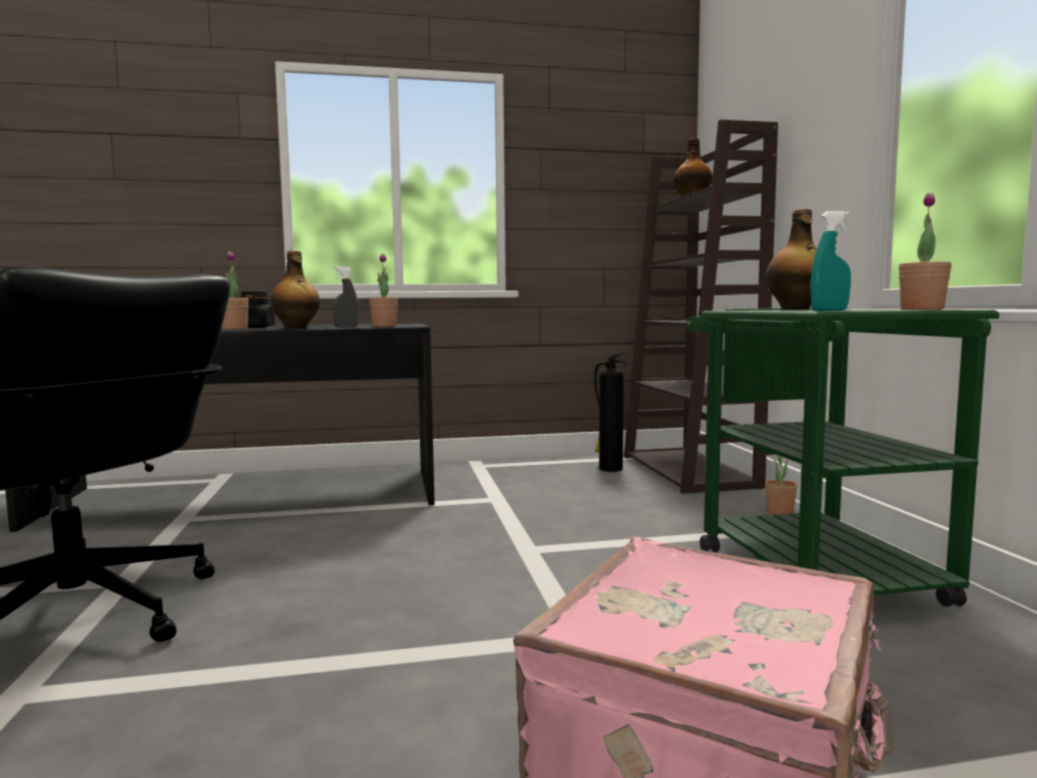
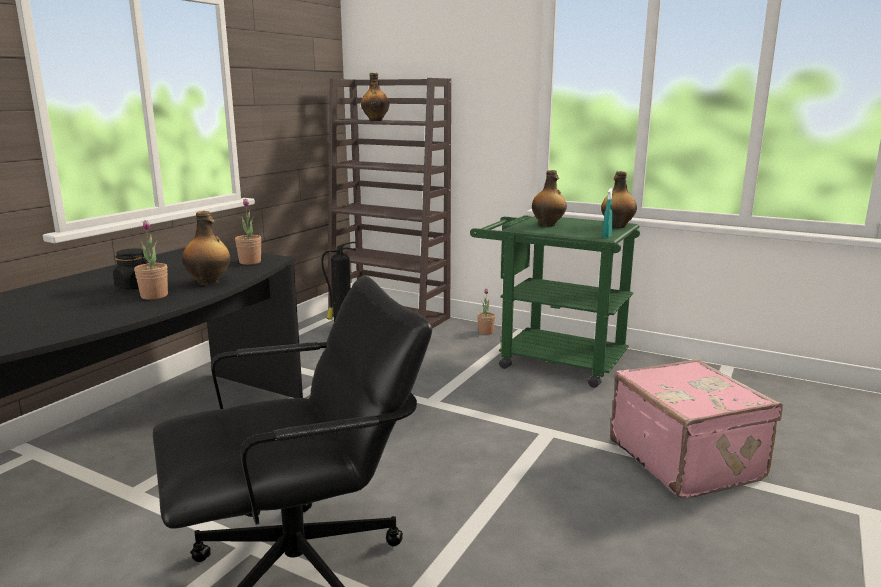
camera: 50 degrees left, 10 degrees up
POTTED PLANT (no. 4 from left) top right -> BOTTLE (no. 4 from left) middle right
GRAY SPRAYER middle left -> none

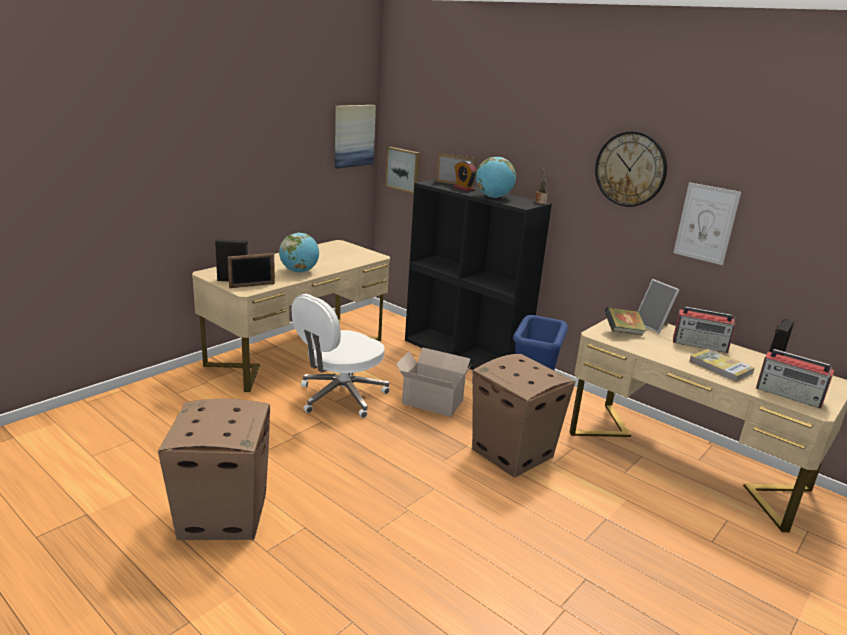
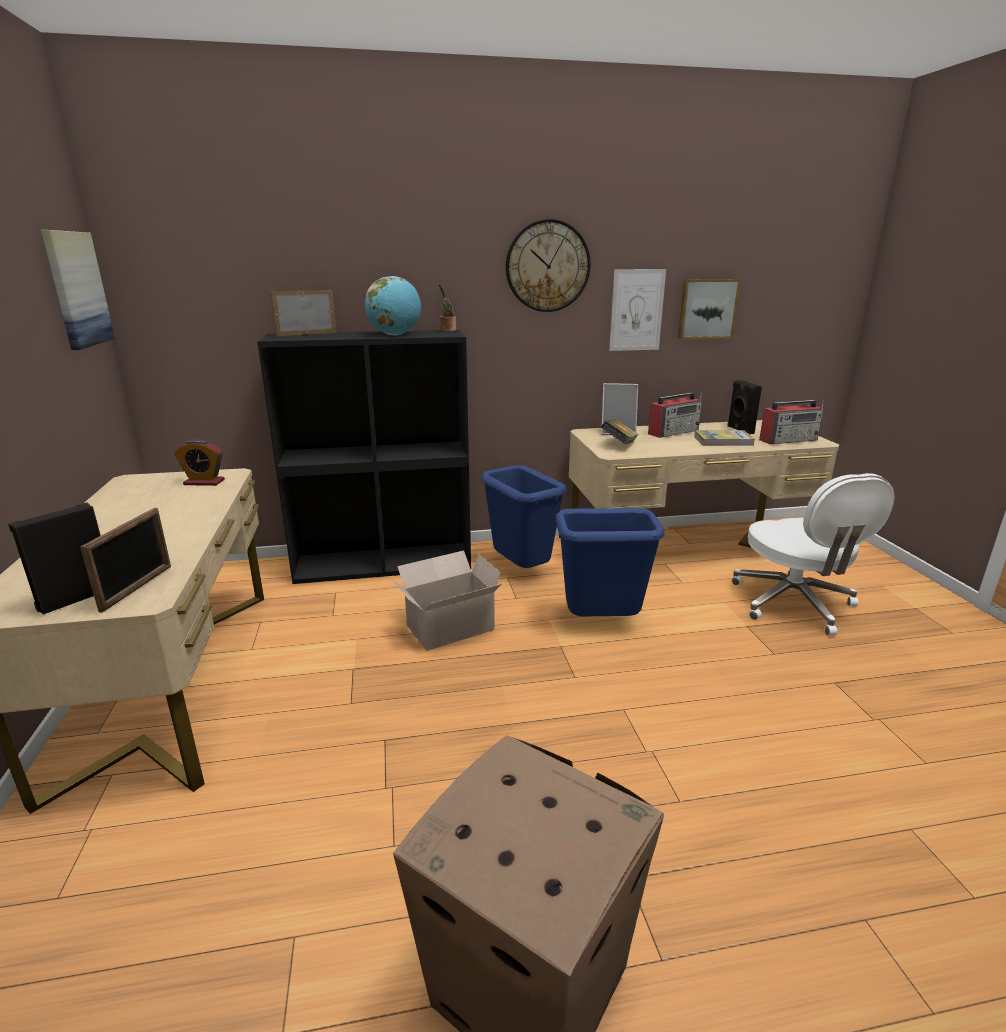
camera: 50 degrees left, 0 degrees up
WALL PICTURE (no. 2 from left in the first image) top centre -> WALL PICTURE (no. 3 from left) top right, relocated
TABLE CLOCK top centre -> TABLE CLOCK middle left, relocated
DESK GLOBE (no. 1 from left) centre -> none
WHITISH DESK CHAIR centre -> WHITISH DESK CHAIR middle right, relocated
CARTON (no. 3 from left) centre -> BLUE TRASH CAN (no. 2 from left) centre

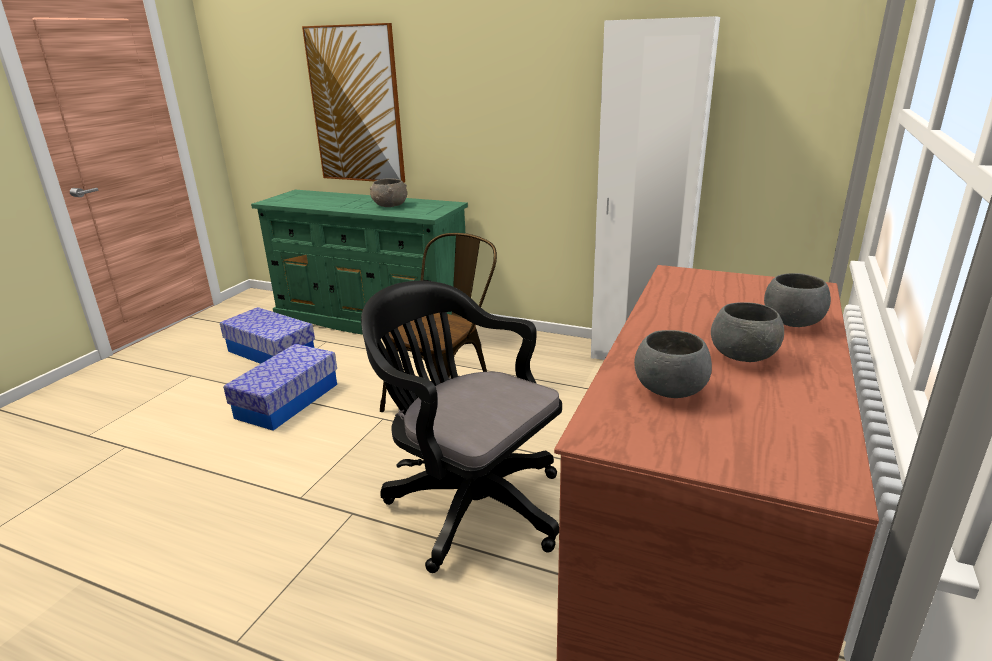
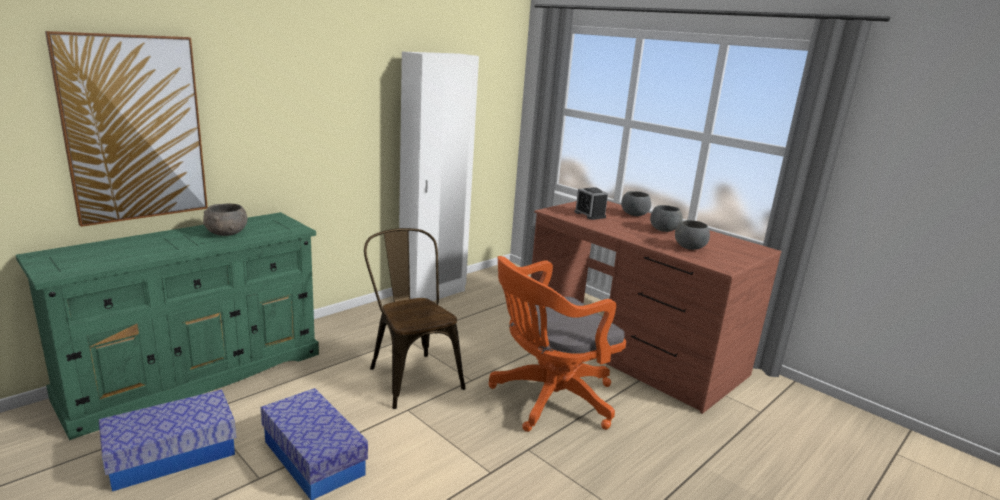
camera: 70 degrees left, 5 degrees down
BLACK-COLOURED DESK CHAIR centre -> ORANGE DESK CHAIR bottom centre
none -> TABLE CLOCK centre

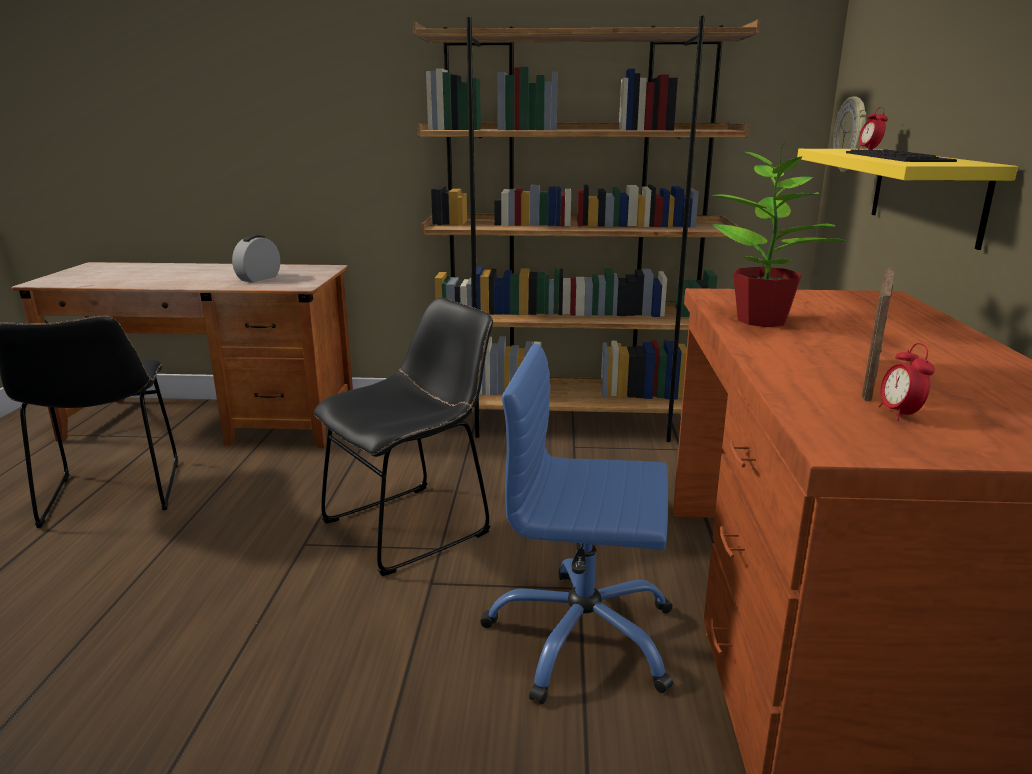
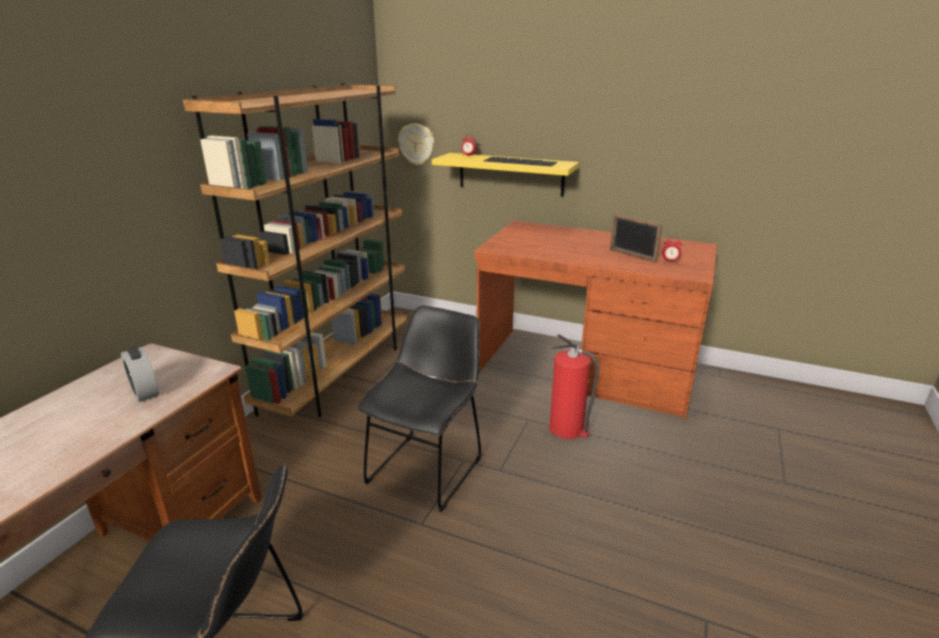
camera: 70 degrees left, 5 degrees up
POTTED PLANT top right -> none
BLACK-COLOURED UPRIGHT CHAIR (no. 2 from left) centre, 45 degrees clockwise
BLUE DESK CHAIR bottom centre -> FIRE EXTINGUISHER centre

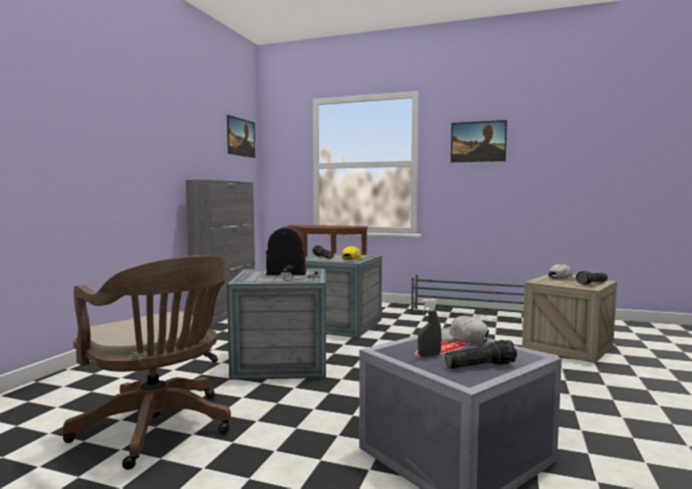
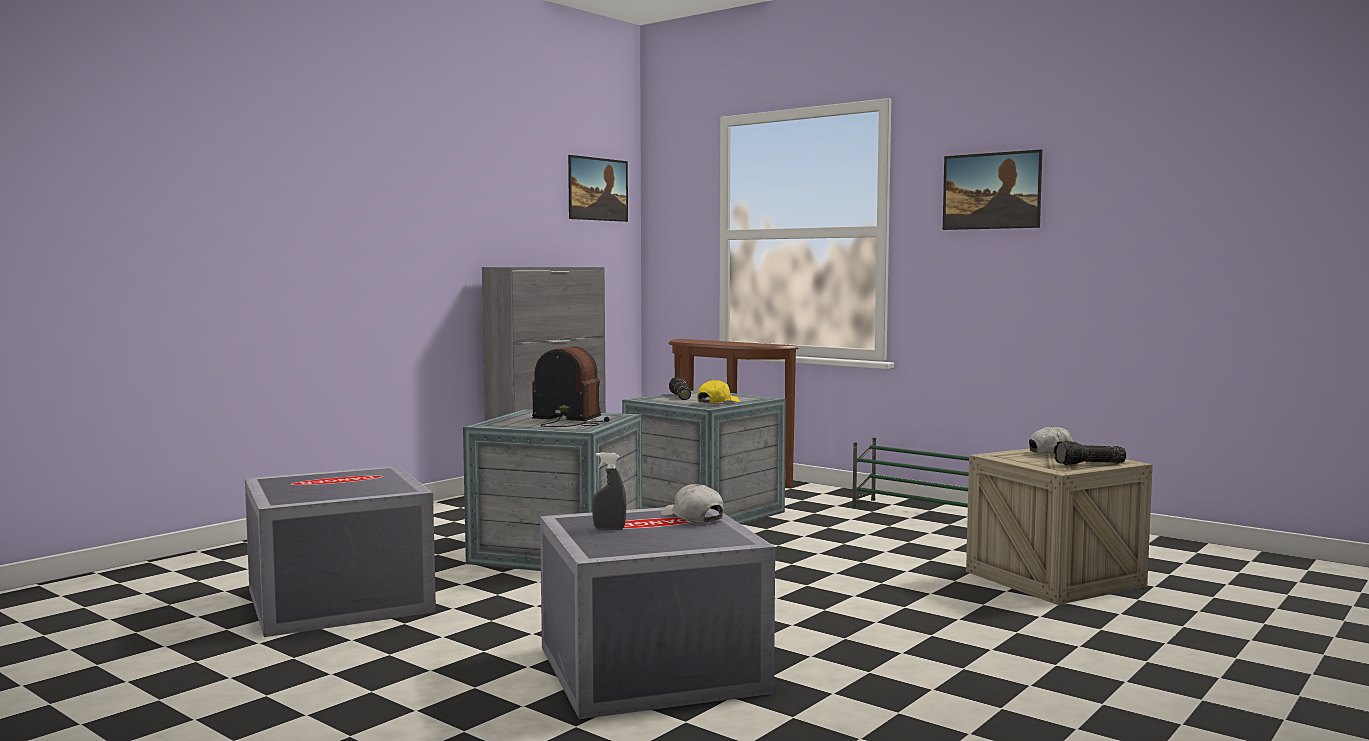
camera: 20 degrees right, 0 degrees up
BROWN-COLOURED DESK CHAIR bottom left -> GRAY STORAGE BOX (no. 1 from left) bottom left
FLASHLIGHT (no. 2 from left) bottom right -> none

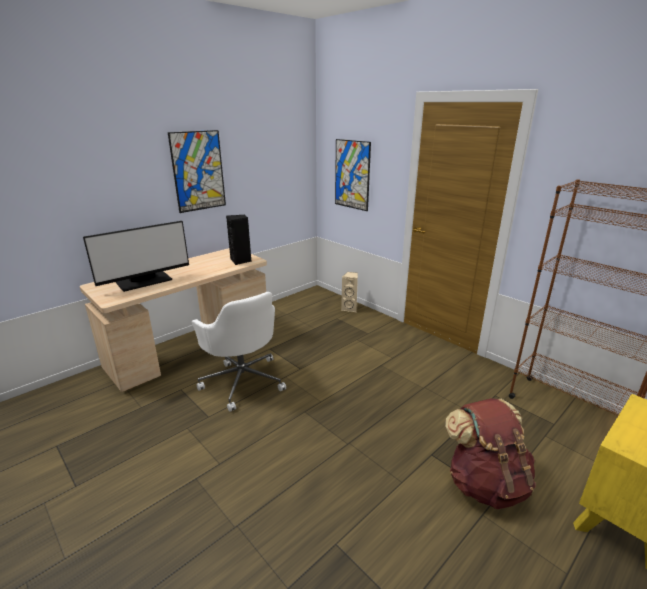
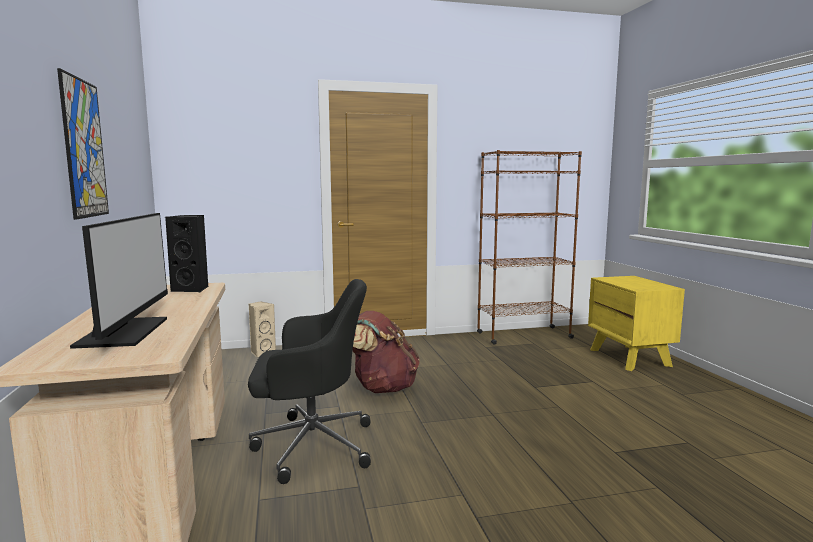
camera: 60 degrees left, 15 degrees down
WALL PICTURE (no. 2 from left) top centre -> none
WHITISH DESK CHAIR centre -> BLACK-COLOURED DESK CHAIR bottom centre
BROWN-COLOURED BACKPACK bottom right -> BROWN-COLOURED BACKPACK centre, relocated

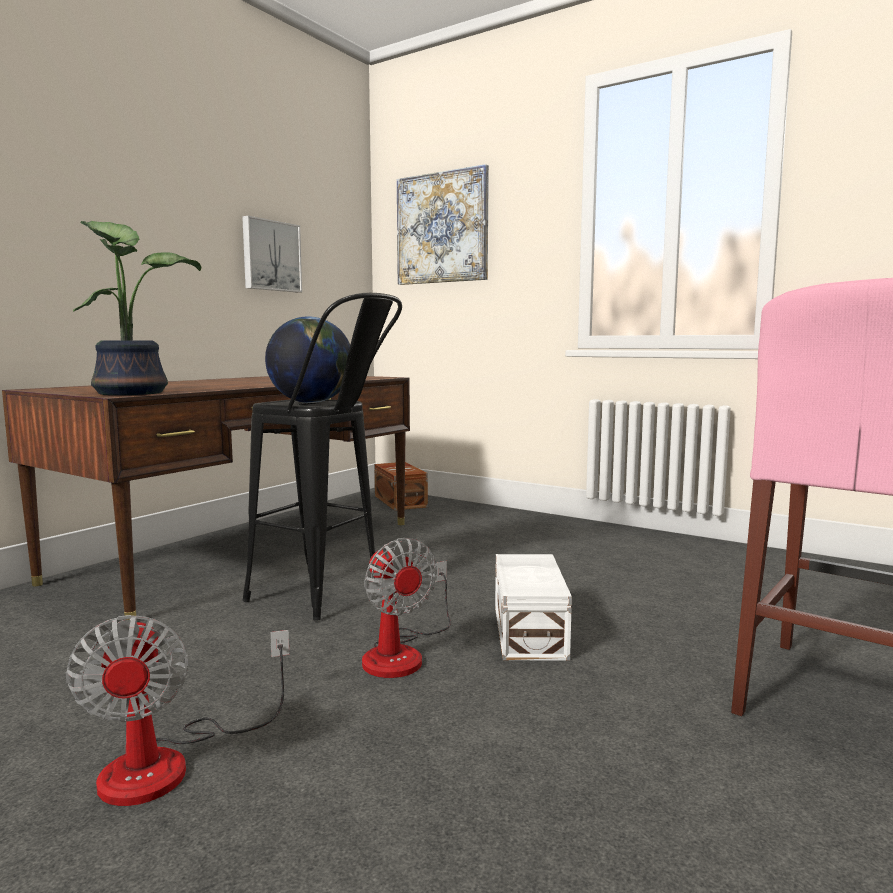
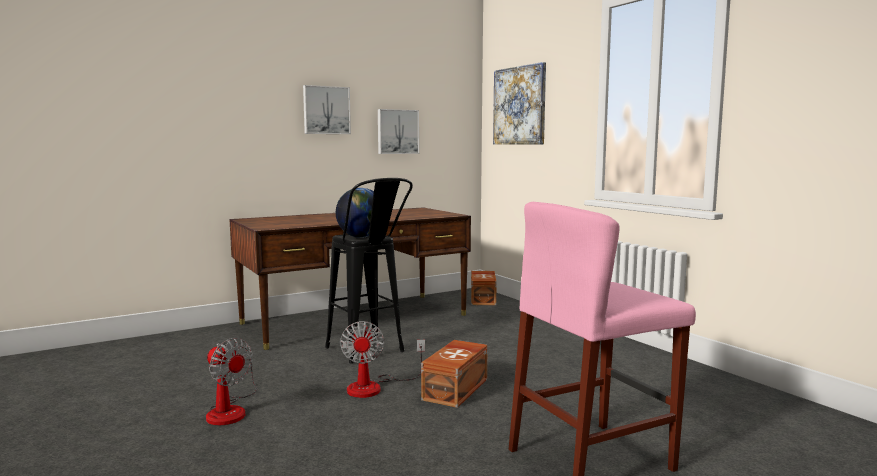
camera: 25 degrees right, 0 degrees up
POTTED PLANT middle left -> none
WHITISH STORAGE BOX bottom centre -> BROWN-COLOURED STORAGE BOX (no. 1 from left) bottom centre
COOLING FAN (no. 1 from left) bottom left, 60 degrees counterclockwise
none -> WALL PICTURE (no. 1 from left) top centre

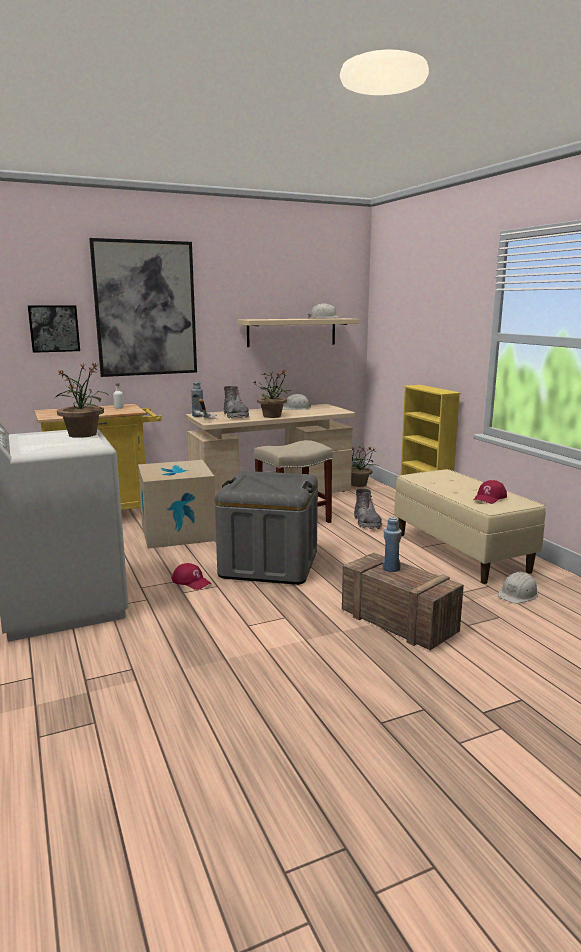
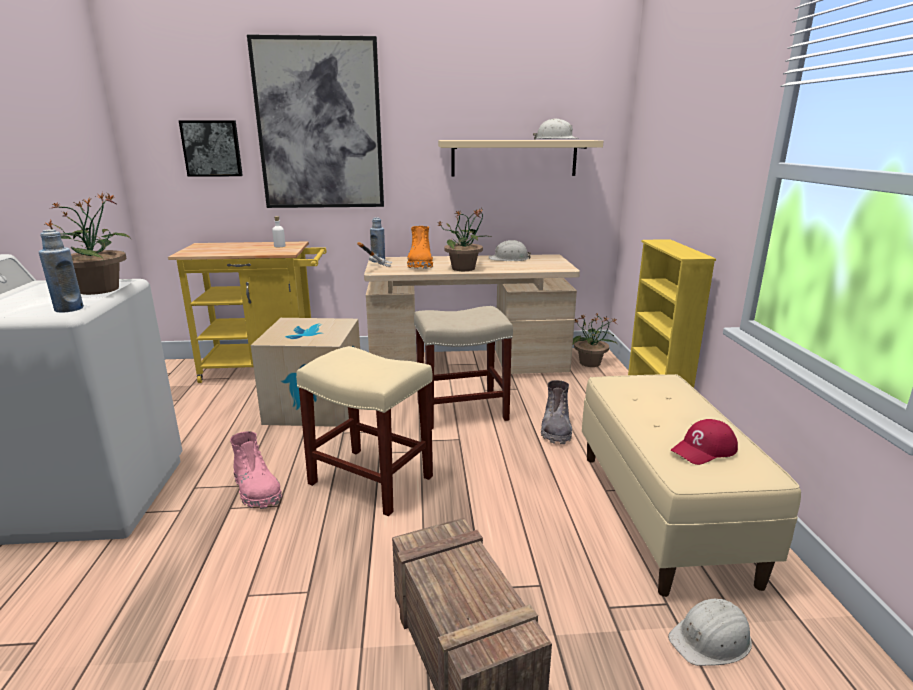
camera: 20 degrees right, 5 degrees up
GRAY HIGH-TOP BOOT (no. 1 from left) centre -> ORANGE HIGH-TOP BOOT centre
GRAY STORAGE BOX centre -> BEIGE STOOL SEAT (no. 1 from left) centre
BLUE BOTTLE (no. 2 from left in the first image) middle right -> BLUE BOTTLE (no. 1 from left) middle left, relocated
REDDISH BASEBALL CAP (no. 1 from left) middle left -> PINK HIGH-TOP BOOT bottom left

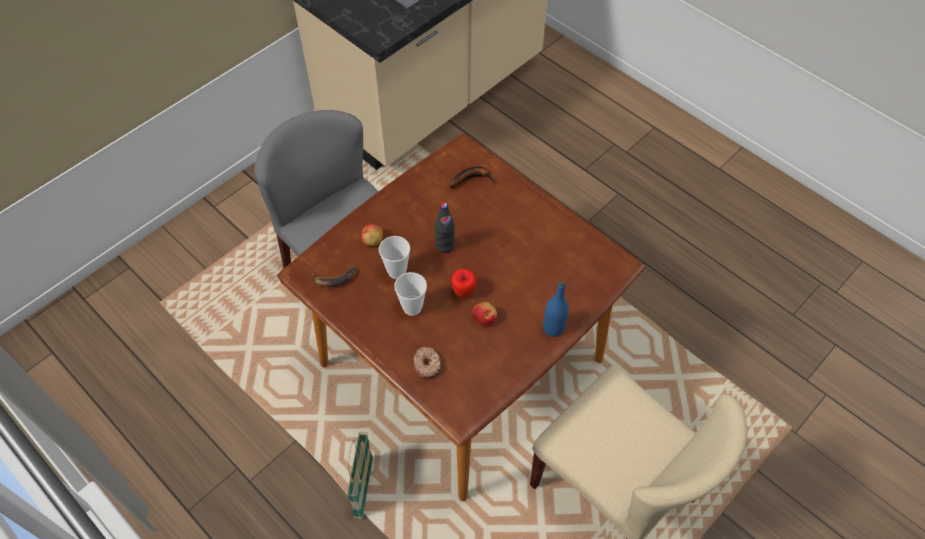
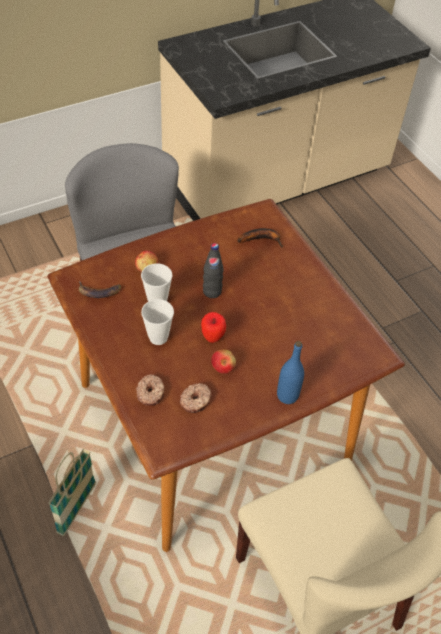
camera: 15 degrees right, 5 degrees down
none -> DONUT (no. 2 from left) centre

